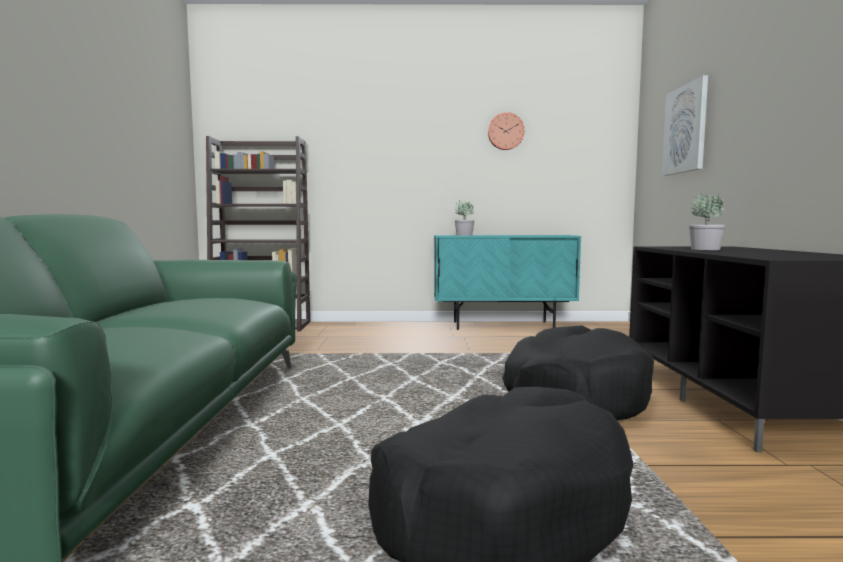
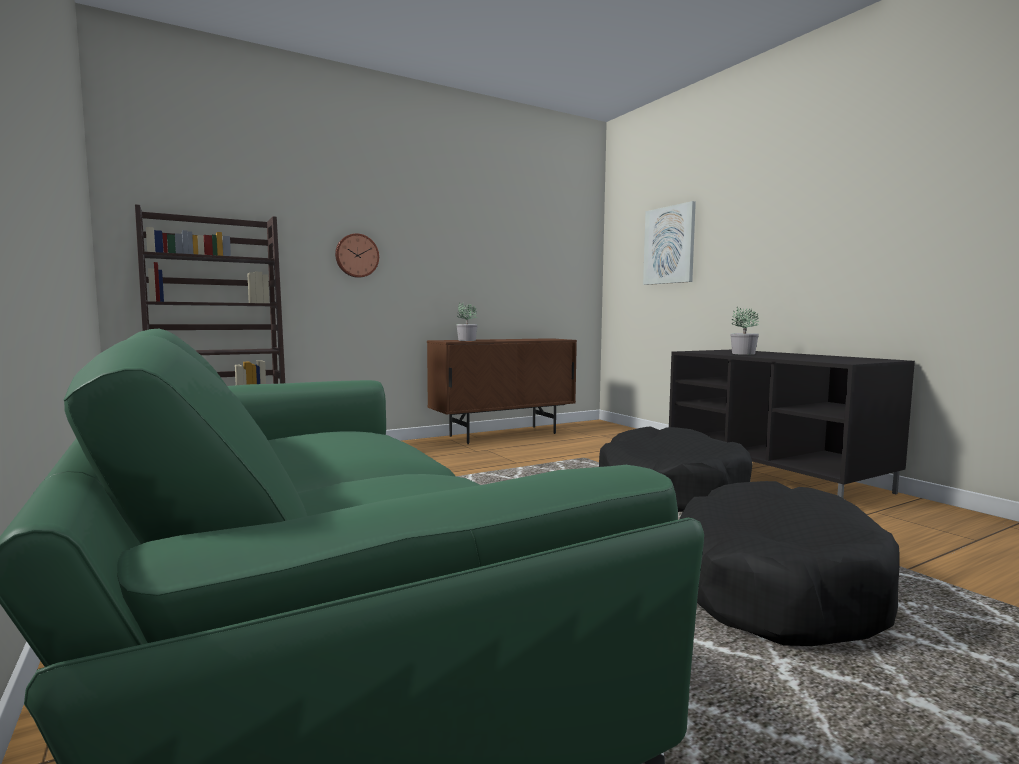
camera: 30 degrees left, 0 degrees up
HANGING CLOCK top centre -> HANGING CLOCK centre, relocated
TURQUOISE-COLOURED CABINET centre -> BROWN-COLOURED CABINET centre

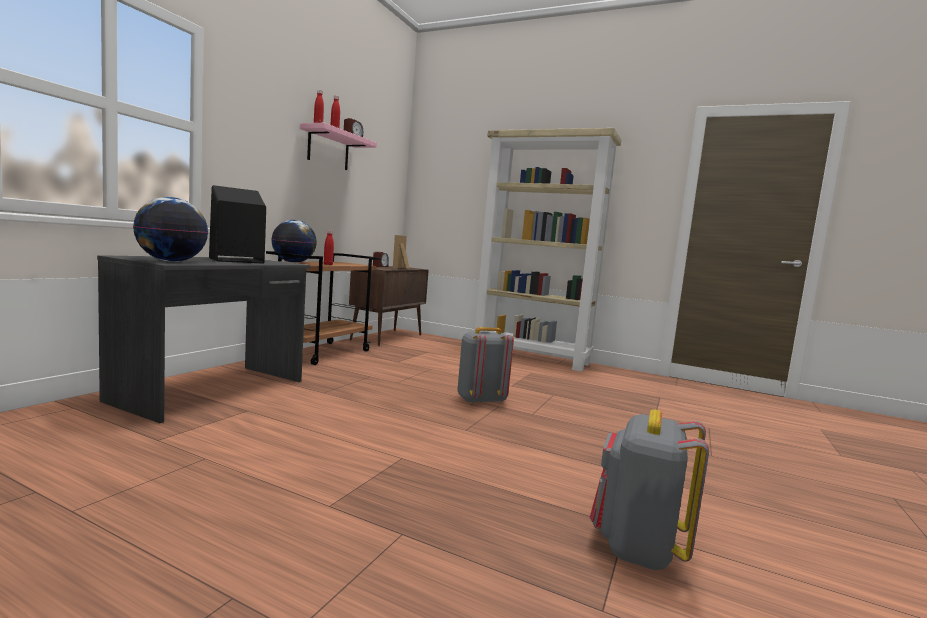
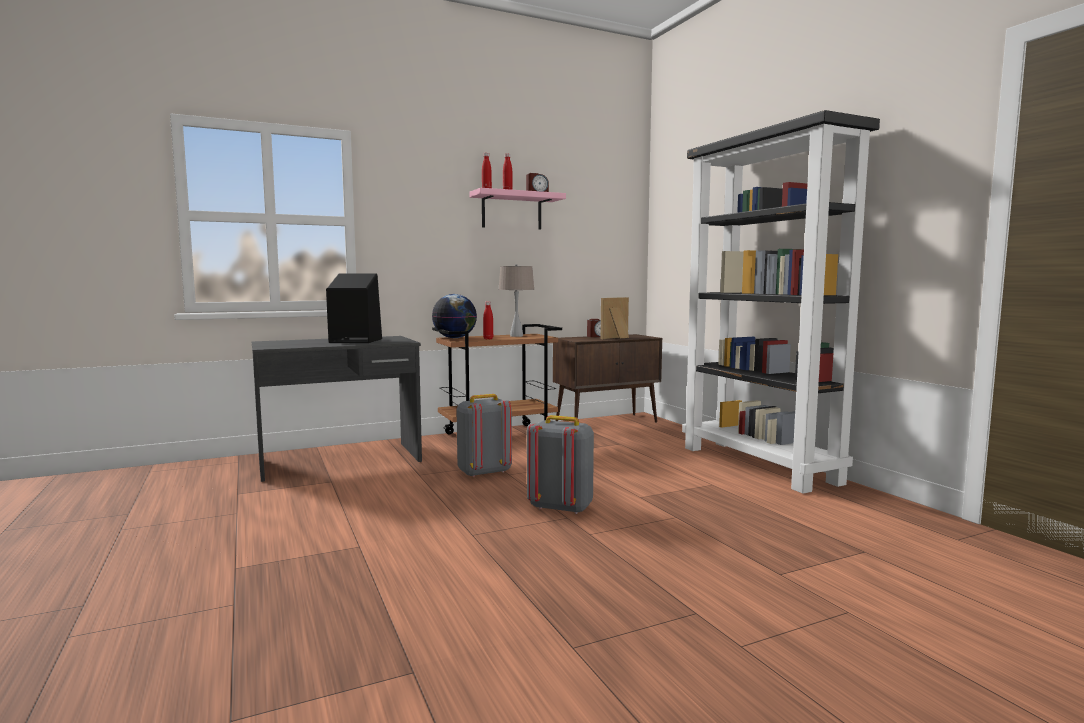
camera: 40 degrees right, 0 degrees up
BEIGE BOOKSHELF centre -> BLACK-COLOURED BOOKSHELF middle right
DESK GLOBE (no. 1 from left) middle left -> none
GRAY BACKPACK (no. 2 from left in the first image) bottom right -> GRAY BACKPACK (no. 1 from left) centre, relocated
none -> BEIGE LAMP FOR A TABLE centre

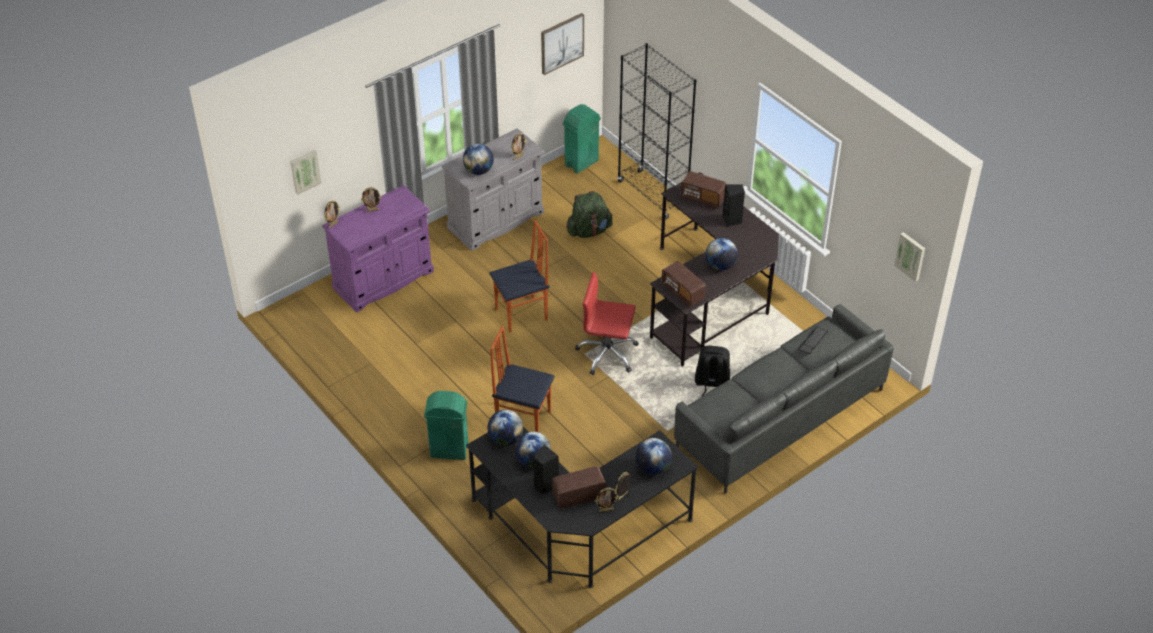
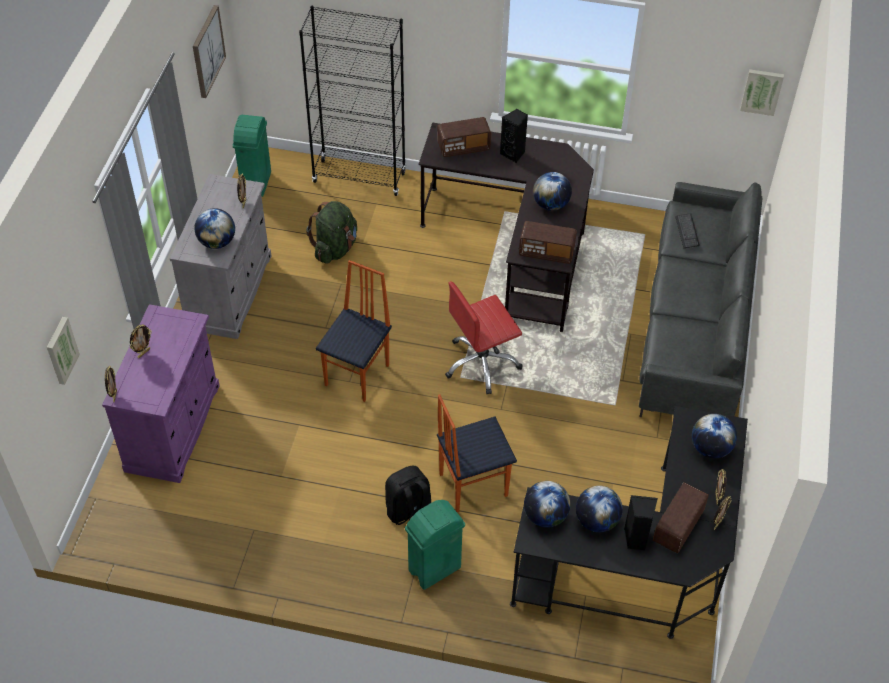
camera: 40 degrees left, 5 degrees up
BLACK-COLOURED BACKPACK centre -> BLACK-COLOURED BACKPACK bottom centre, relocated

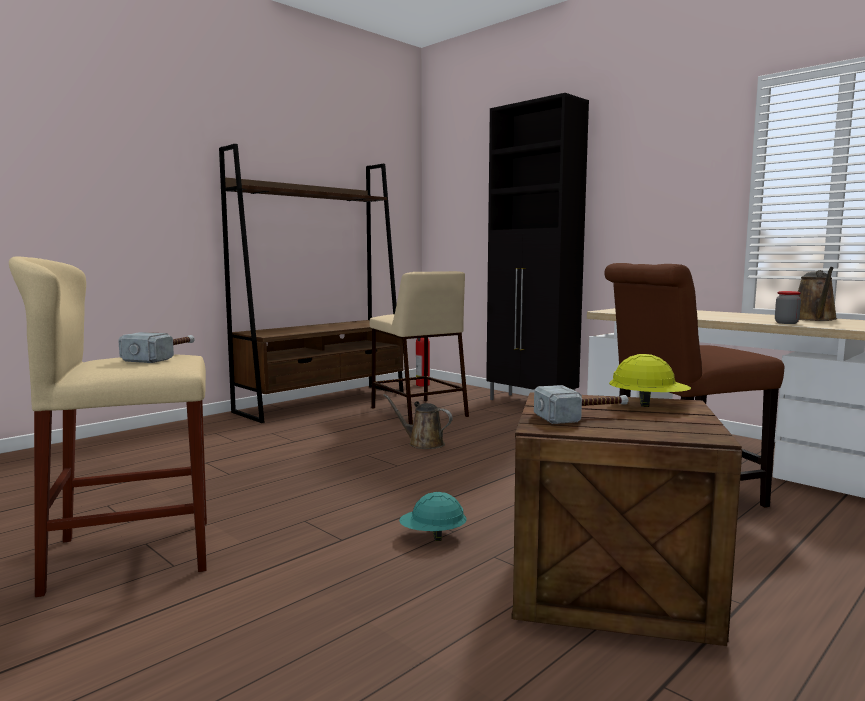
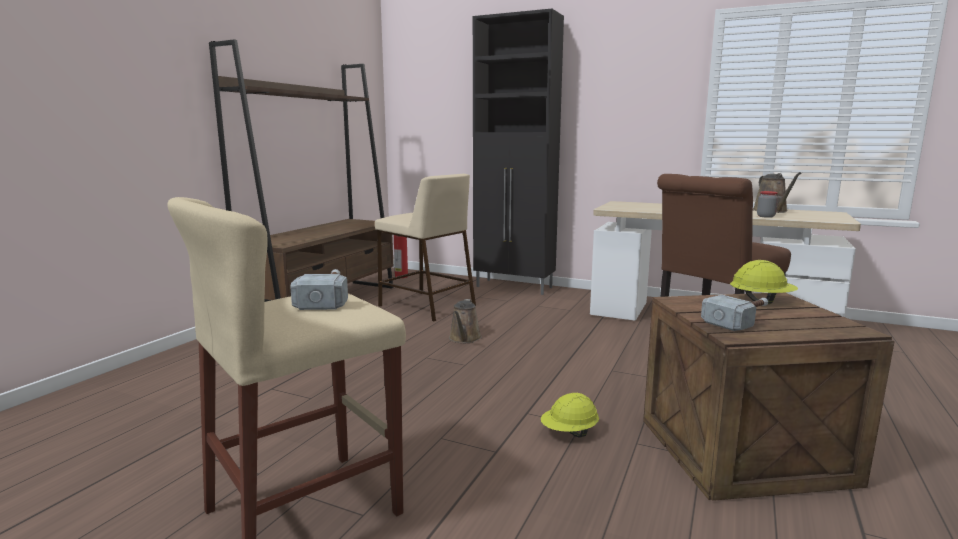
camera: 20 degrees left, 5 degrees up
BROWN-COLOURED WATERING POT (no. 1 from left) centre, 90 degrees counterclockwise
TURQUOISE-COLOURED SAFETY HELMET bottom centre -> YELLOW-COLOURED SAFETY HELMET (no. 1 from left) bottom centre

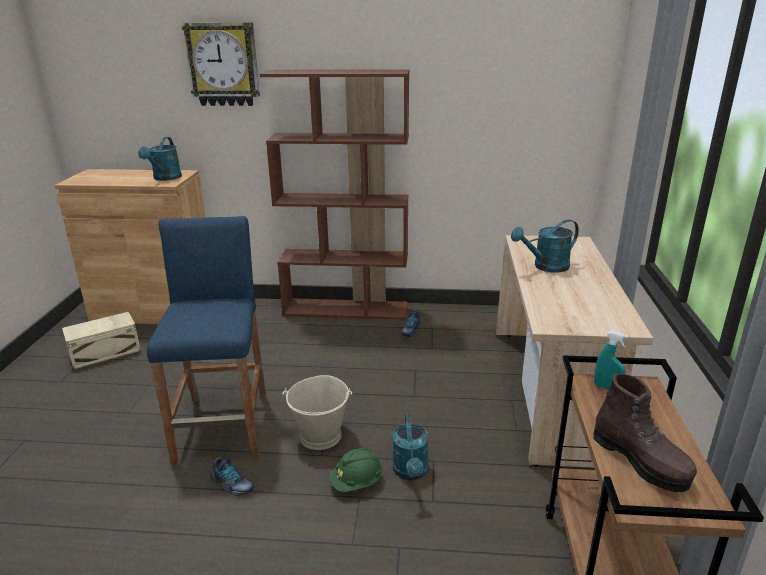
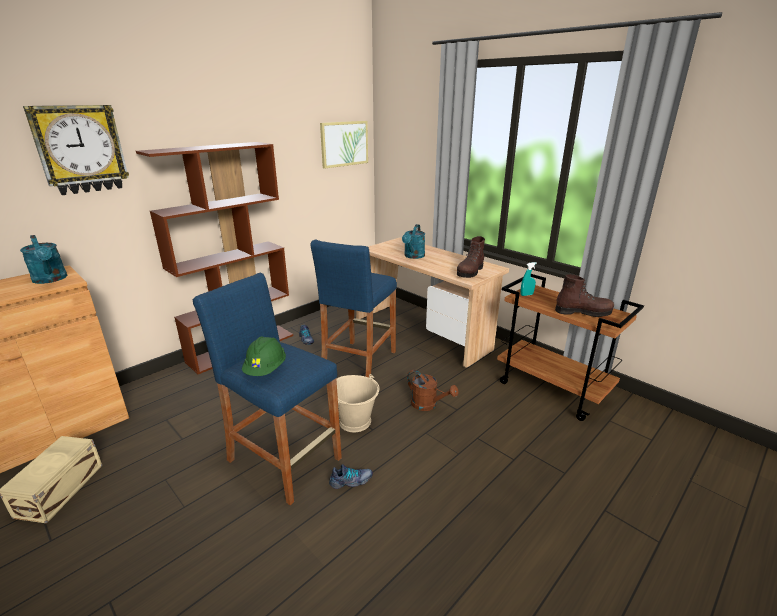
camera: 50 degrees left, 0 degrees up
TURQUOISE-COLOURED WATERING POT (no. 2 from left) bottom centre -> BROWN-COLOURED WATERING POT centre
GREENISH SAFETY HELMET bottom centre -> GREENISH SAFETY HELMET centre, relocated
none -> WALL PICTURE top centre
none -> BROWN-COLOURED HIGH-TOP BOOT (no. 1 from left) centre
none -> BLUE STOOL SEAT (no. 2 from left) centre

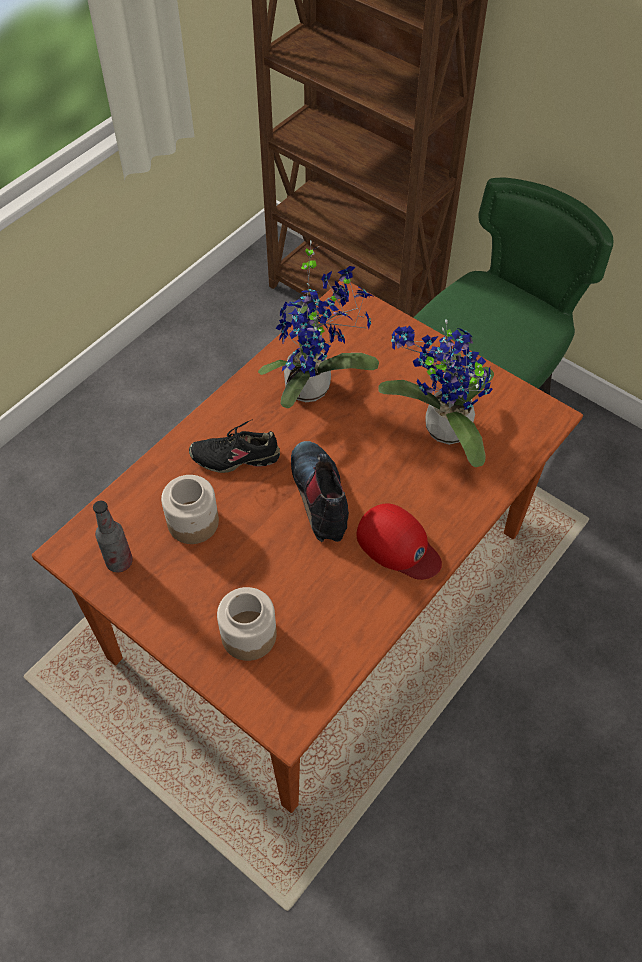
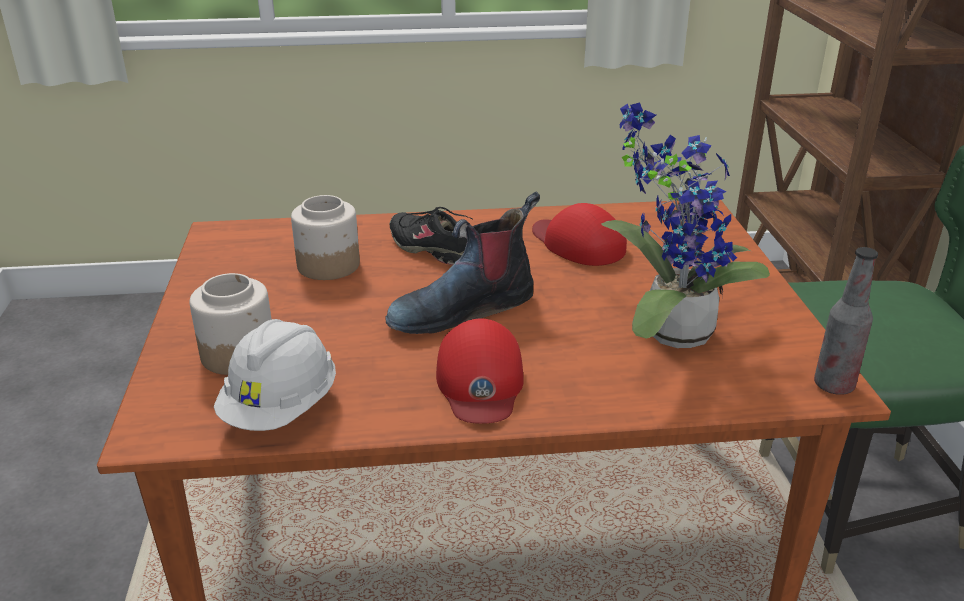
camera: 45 degrees right, 25 degrees down
POTTED PLANT (no. 1 from left) centre -> REDDISH BASEBALL CAP (no. 2 from left) centre
HIGH-TOP BOOT centre, 150 degrees counterclockwise
BOTTLE middle left -> BOTTLE middle right, relocated
none -> WHITISH SAFETY HELMET middle left

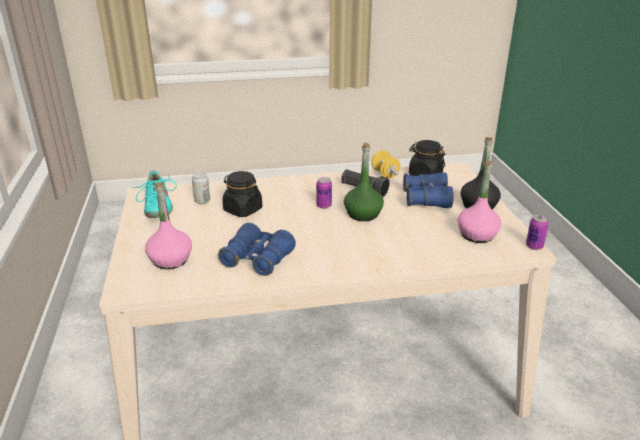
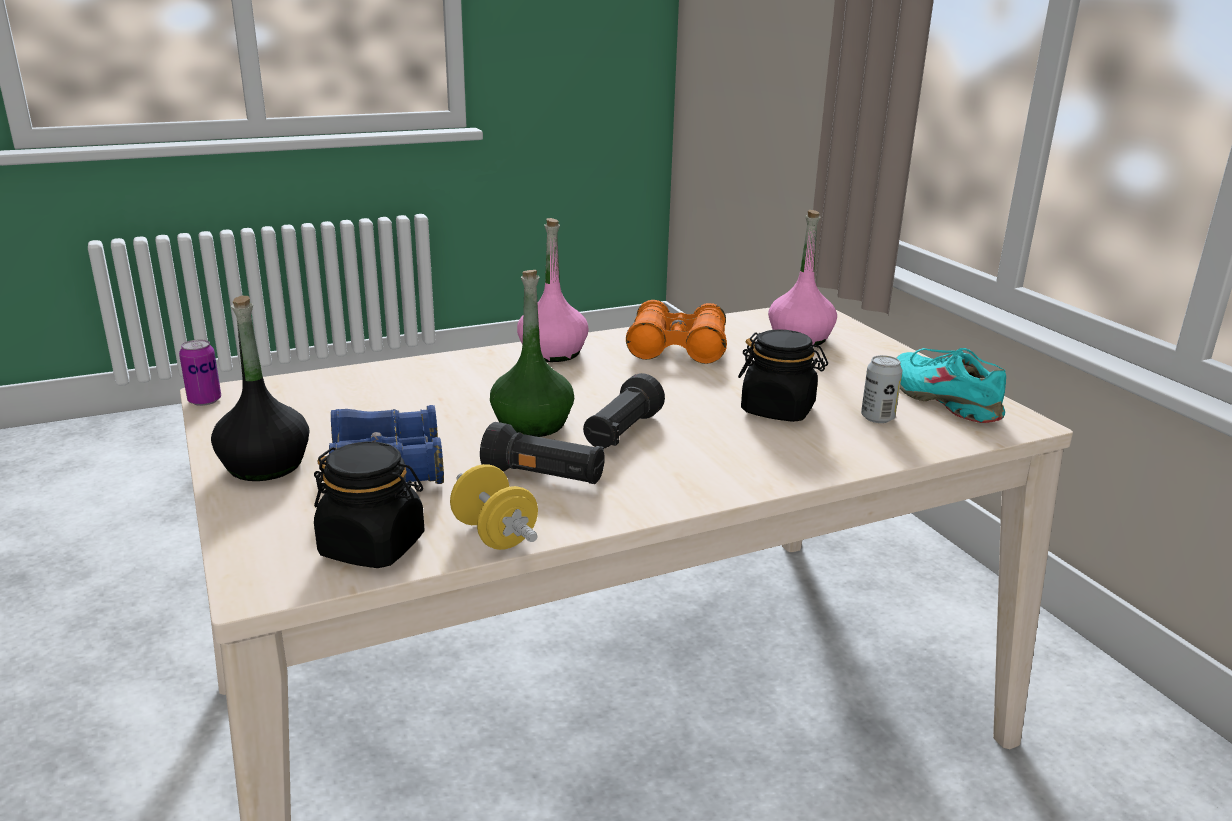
camera: 165 degrees right, 5 degrees down
PINK BOTTLE (no. 2 from left in the first image) middle right -> PINK BOTTLE (no. 1 from left) centre, relocated
CAN (no. 2 from left) centre -> BLACK-COLOURED FLASHLIGHT (no. 2 from left) centre
BLUE BINOCULARS (no. 1 from left) centre -> ORANGE BINOCULARS centre

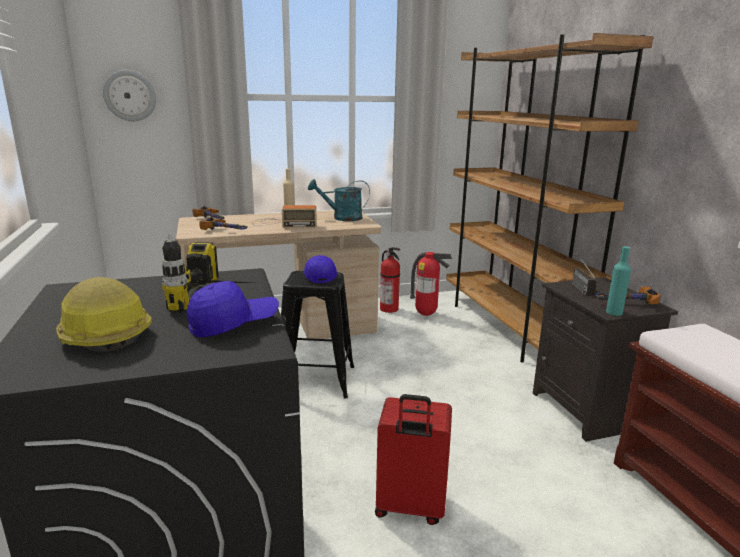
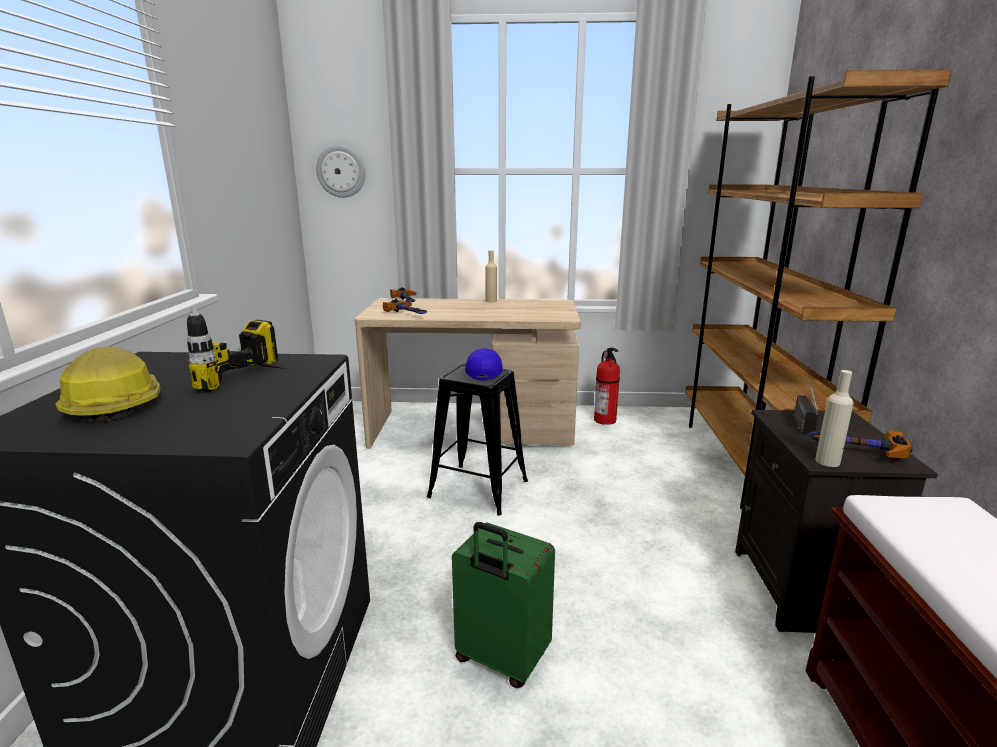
camera: 20 degrees right, 0 degrees up
TURQUOISE-COLOURED WATERING POT centre -> none
RADIO SET (no. 1 from left) centre -> none
TURQUOISE-COLOURED BOTTLE middle right -> BEIGE BOTTLE (no. 2 from left) middle right
FIRE EXTINGUISHER (no. 2 from left) centre -> none
BLUE BASEBALL CAP (no. 1 from left) middle left -> none
REDDISH SUITCASE bottom centre -> GREENISH SUITCASE bottom centre

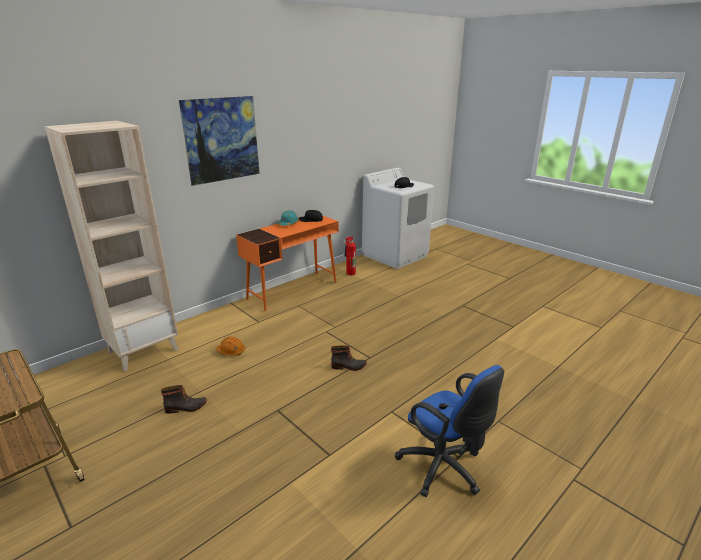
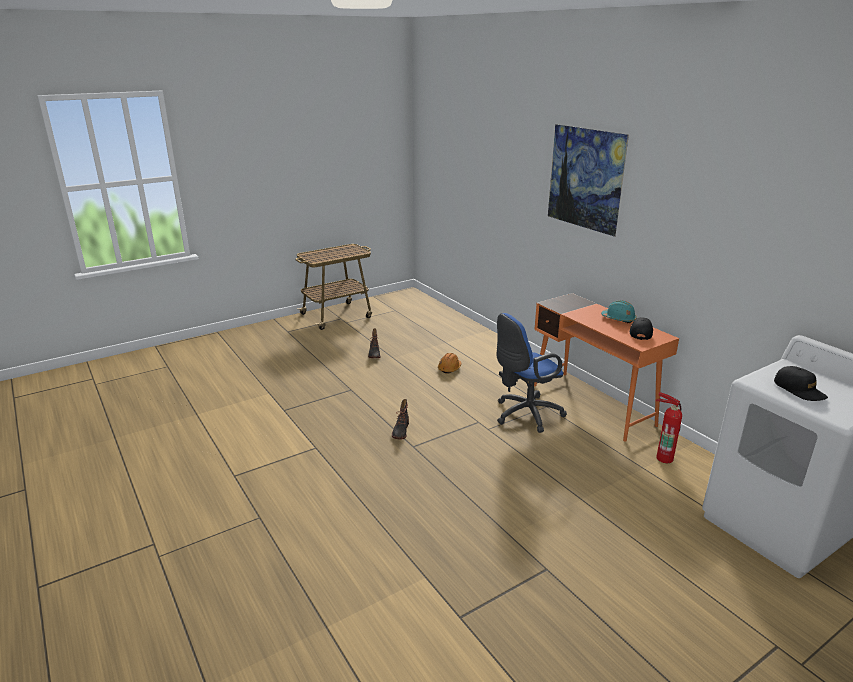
camera: 100 degrees right, 0 degrees up
BEIGE BOOKSHELF middle left -> none
BLUE DESK CHAIR bottom centre -> BLUE DESK CHAIR centre, relocated

